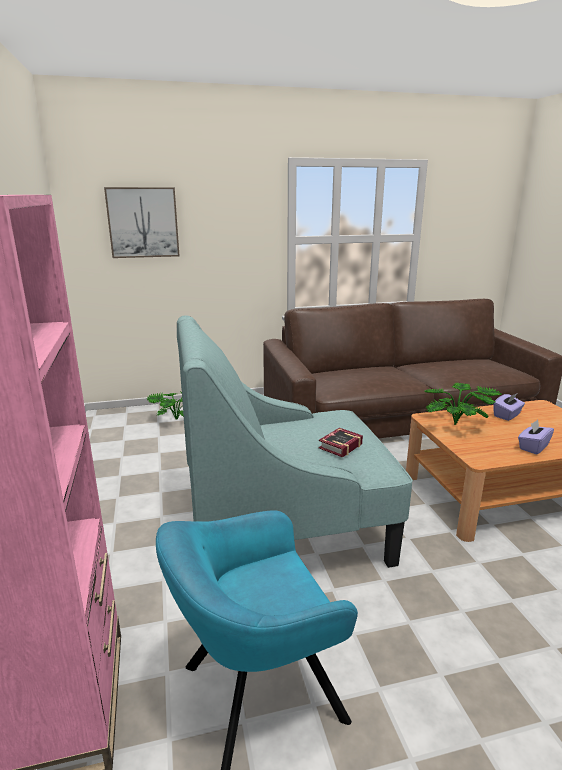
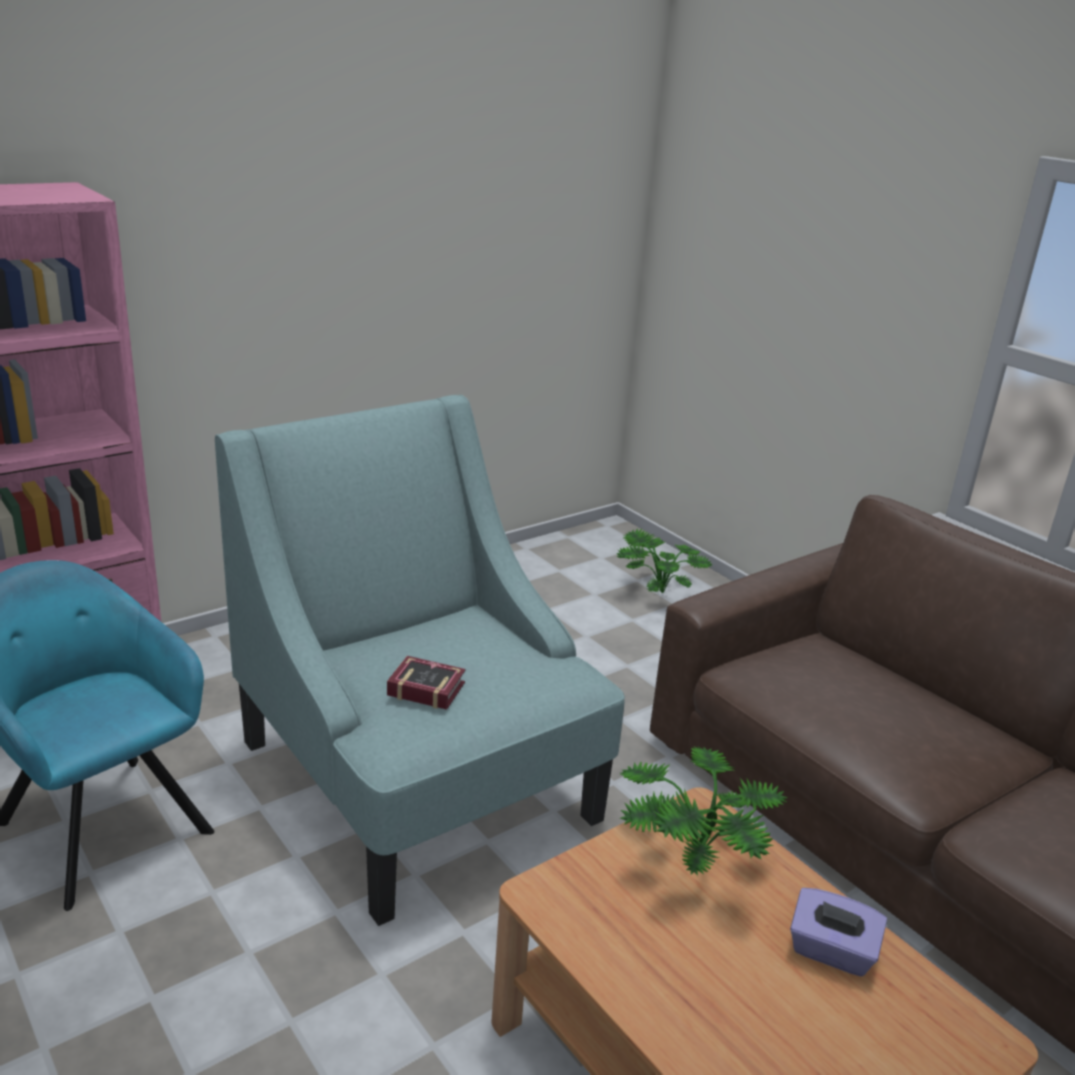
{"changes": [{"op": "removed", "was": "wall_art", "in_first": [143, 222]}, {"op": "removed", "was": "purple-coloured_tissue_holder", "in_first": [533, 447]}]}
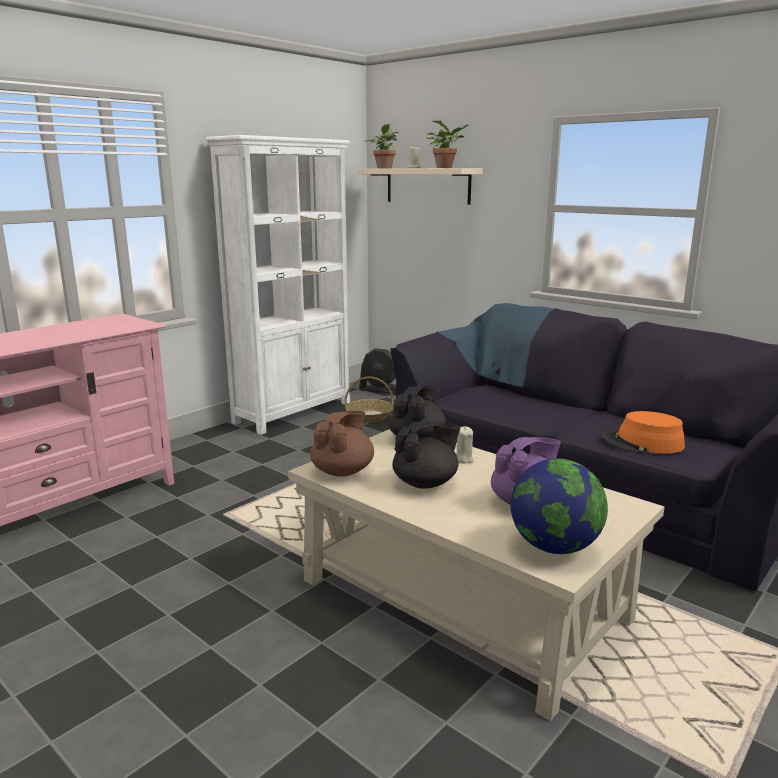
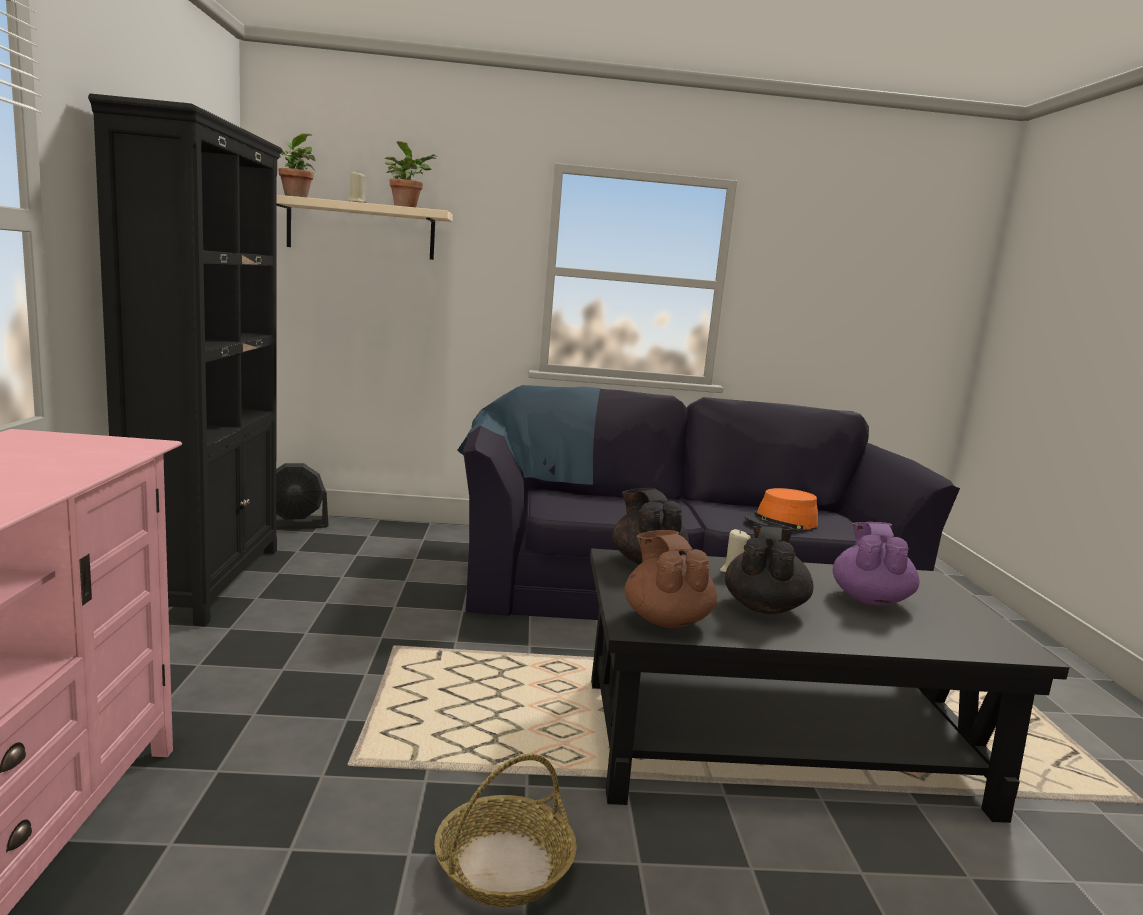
{"changes": [{"op": "recoloured", "was": "white_bookcase", "now": "blackish_bookcase", "in_first": [294, 412], "in_second": [207, 581]}, {"op": "recoloured", "was": "beige-coloured_low_table", "now": "blackish_low_table", "in_first": [463, 599], "in_second": [778, 743]}, {"op": "moved", "was": "basket", "in_first": [369, 416], "in_second": [504, 865]}, {"op": "removed", "was": "world_globe", "in_first": [554, 547]}]}
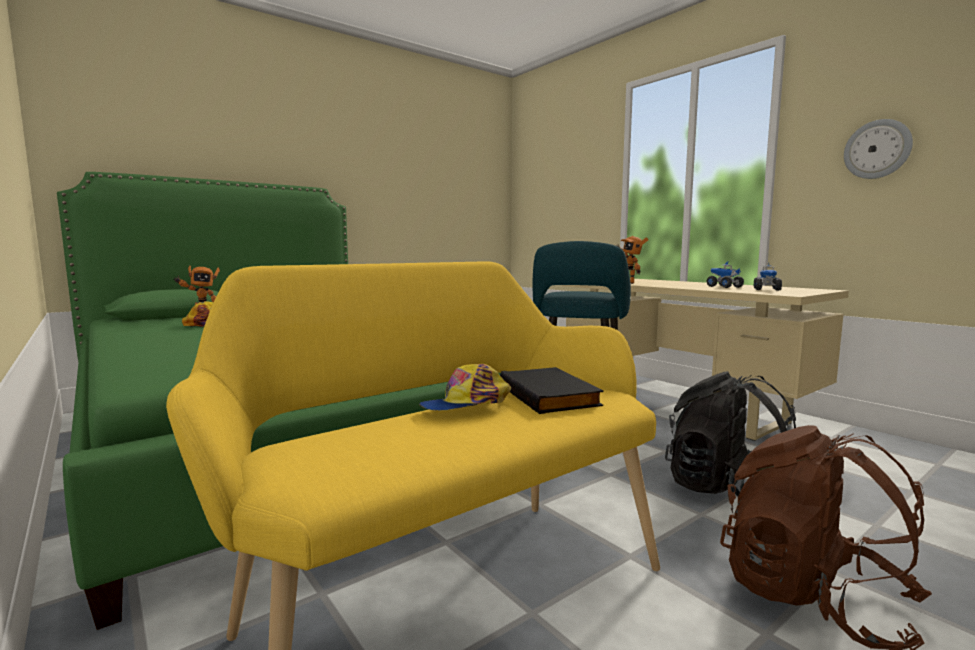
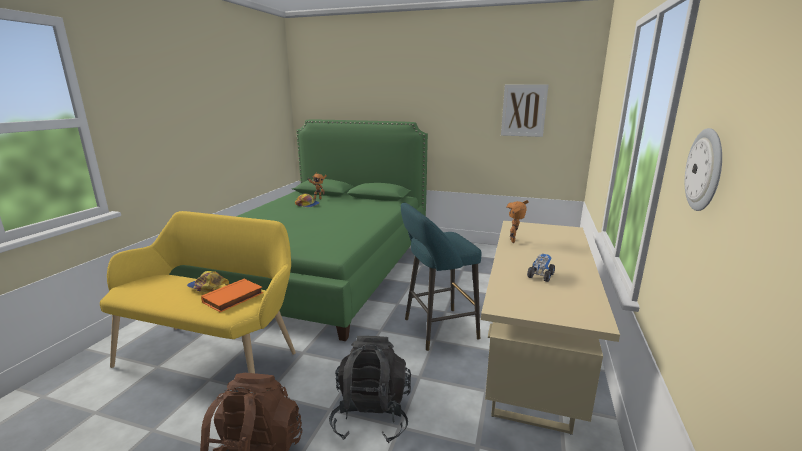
{"changes": [{"op": "recoloured", "was": "blackish_bound_book", "now": "orange_bound_book", "in_first": [550, 395], "in_second": [233, 298]}, {"op": "removed", "was": "toy_truck", "in_first": [767, 289]}, {"op": "added", "now": "wall_art", "in_second": [523, 110]}]}
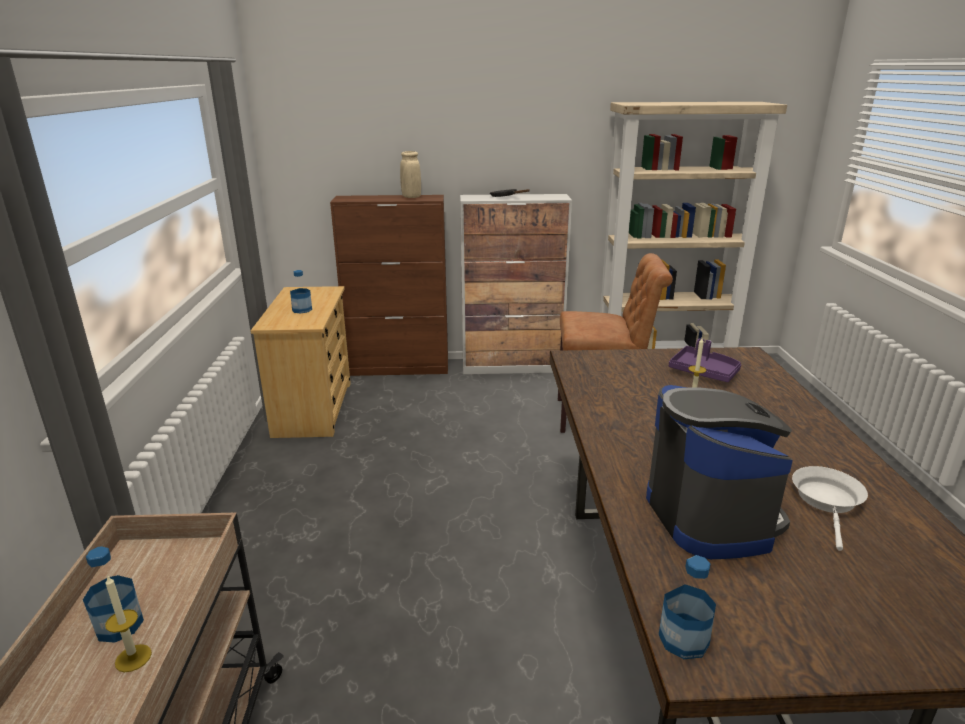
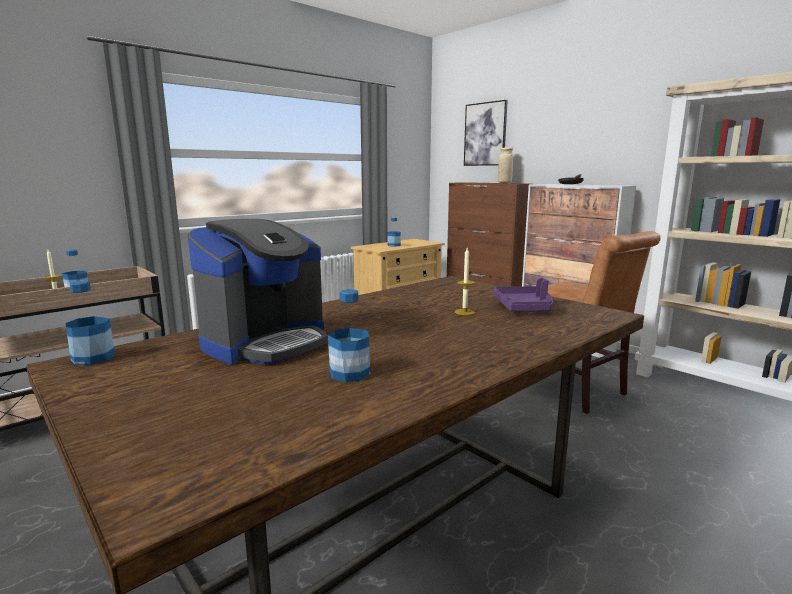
{"changes": [{"op": "replaced", "was": "white_frying_pan", "now": "drink_bottle", "in_first": [827, 501], "in_second": [350, 373]}, {"op": "added", "now": "wall_art", "in_second": [485, 134]}]}
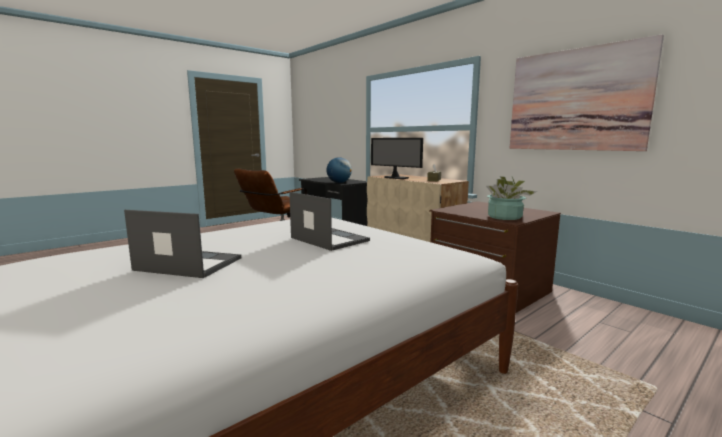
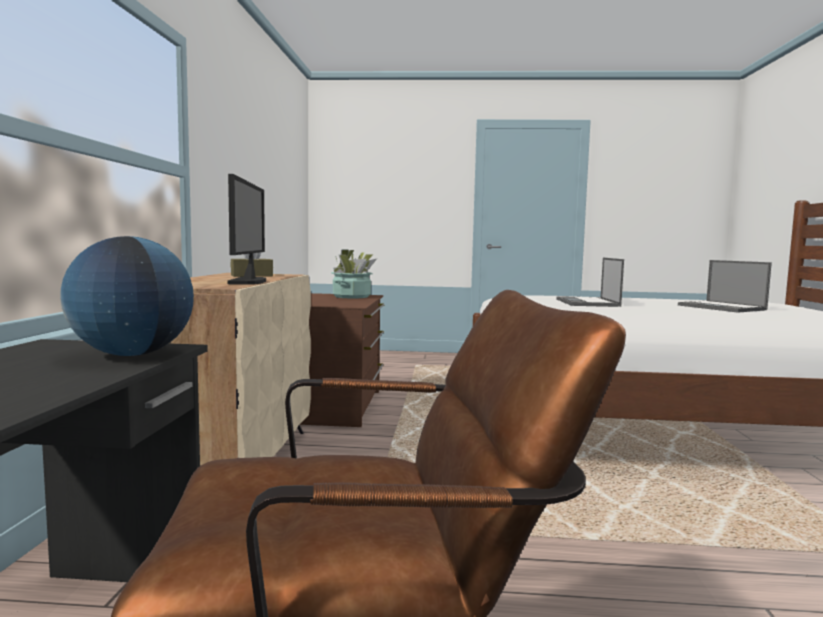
{"changes": [{"op": "removed", "was": "wall_art", "in_first": [576, 100]}]}
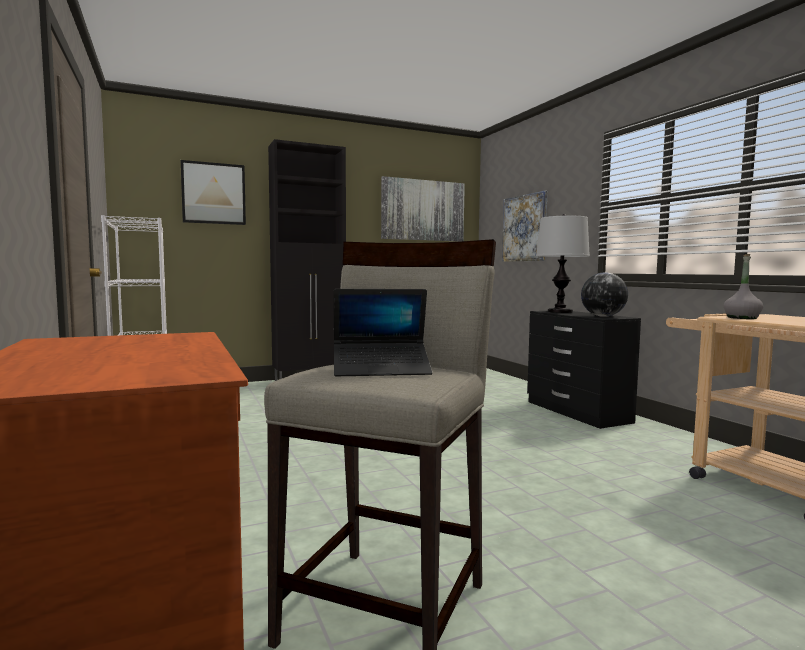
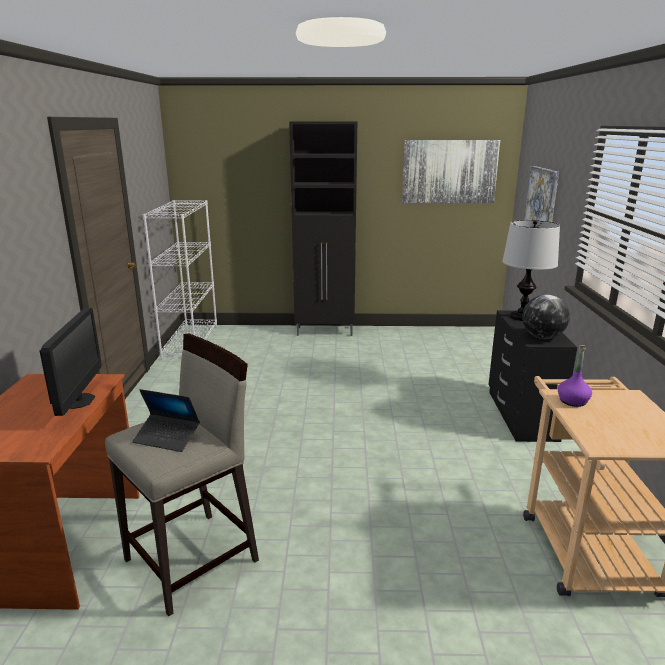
{"changes": [{"op": "removed", "was": "wall_art", "in_first": [213, 193]}, {"op": "recoloured", "was": "gray_drink_bottle", "now": "purple-coloured_drink_bottle", "in_first": [741, 318], "in_second": [572, 401]}, {"op": "added", "now": "computer_screen", "in_second": [79, 401]}]}
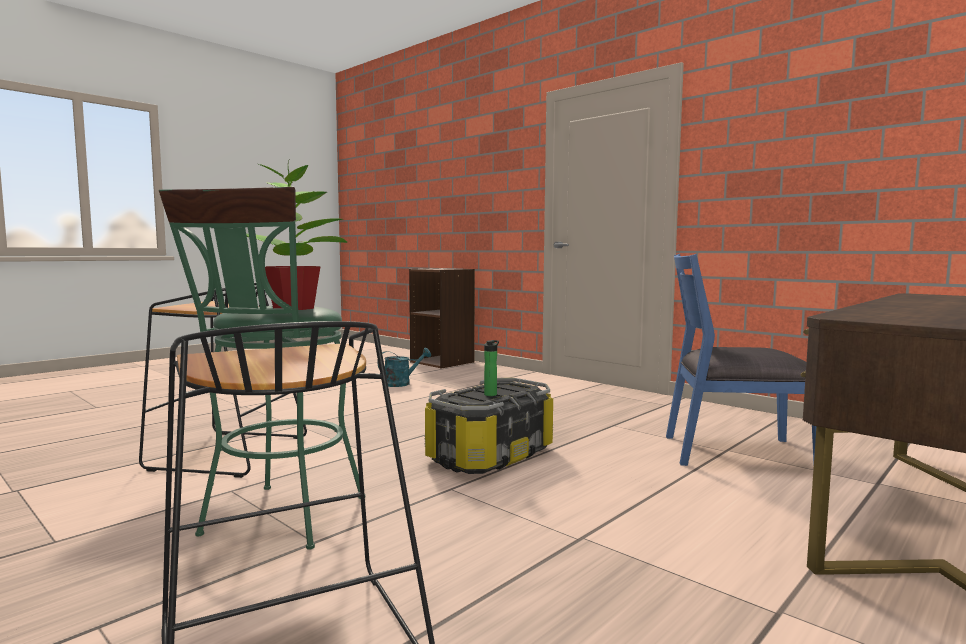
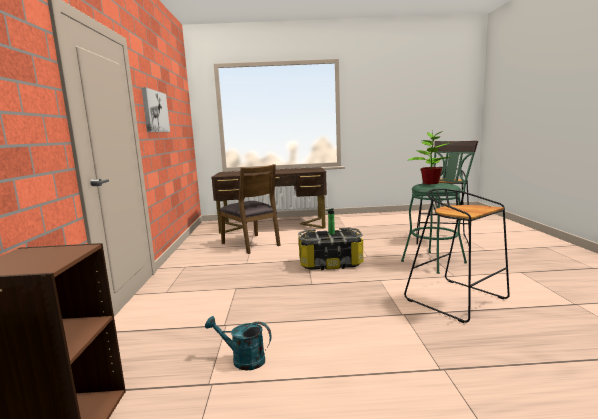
{"changes": [{"op": "recoloured", "was": "bluish_upright_chair", "now": "brown_upright_chair", "in_first": [735, 453], "in_second": [251, 244]}, {"op": "added", "now": "wall_art", "in_second": [155, 111]}]}
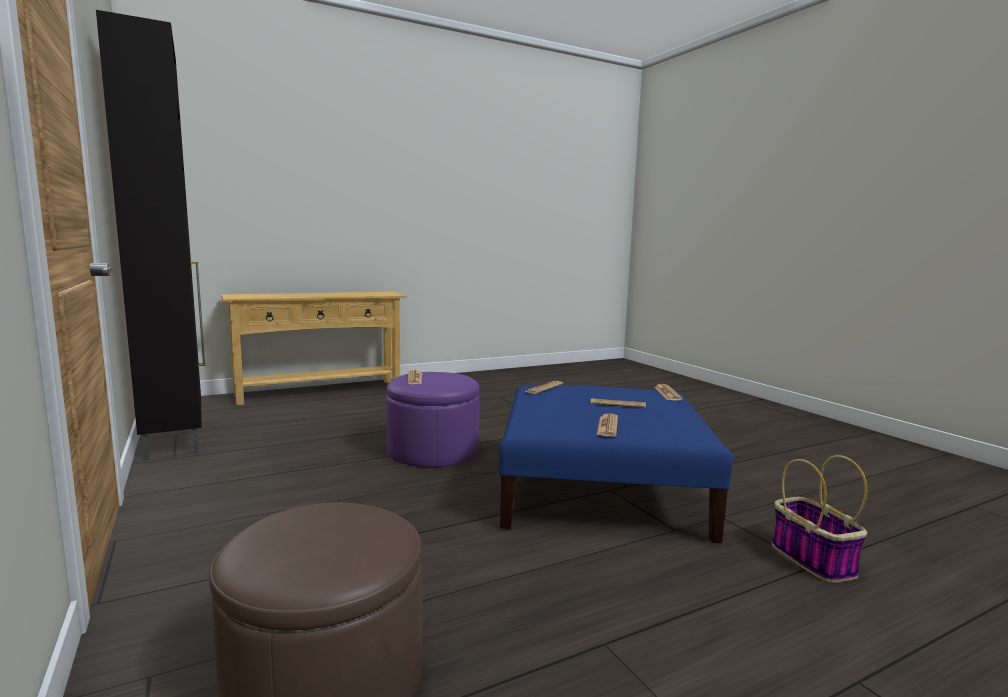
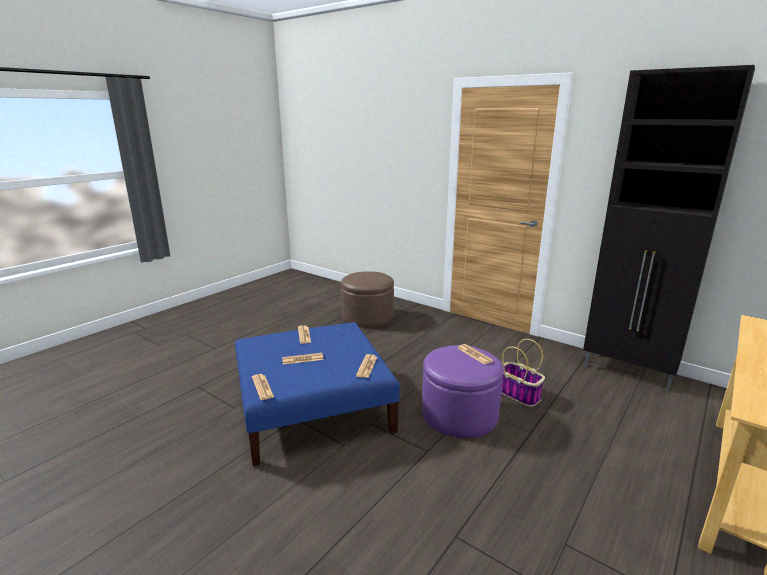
{"changes": [{"op": "moved", "was": "basket", "in_first": [811, 559], "in_second": [519, 394]}]}
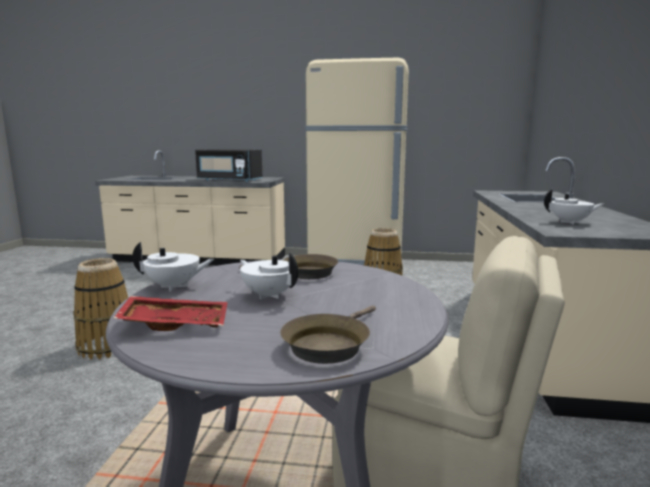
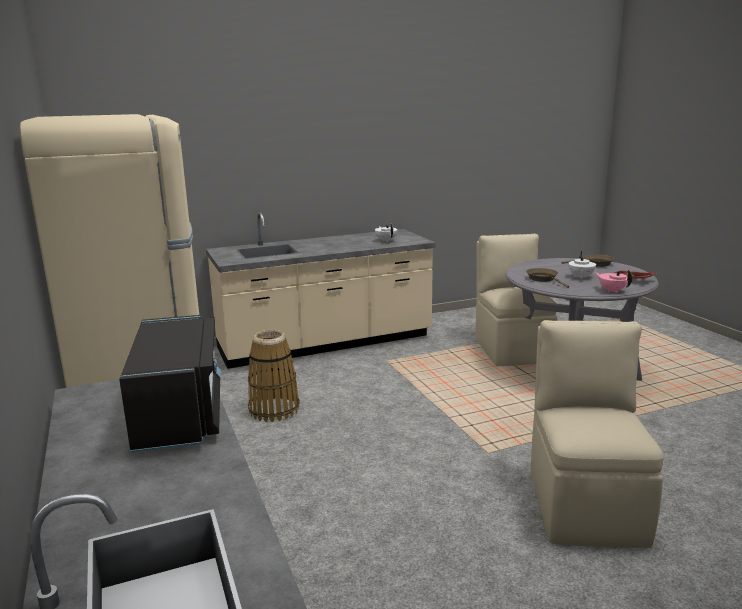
{"changes": [{"op": "replaced", "was": "basket", "now": "beige-coloured_upright_chair", "in_first": [107, 346], "in_second": [585, 504]}, {"op": "recoloured", "was": "white_tea_pot", "now": "pinkish_tea_pot", "in_first": [174, 287], "in_second": [612, 291]}]}
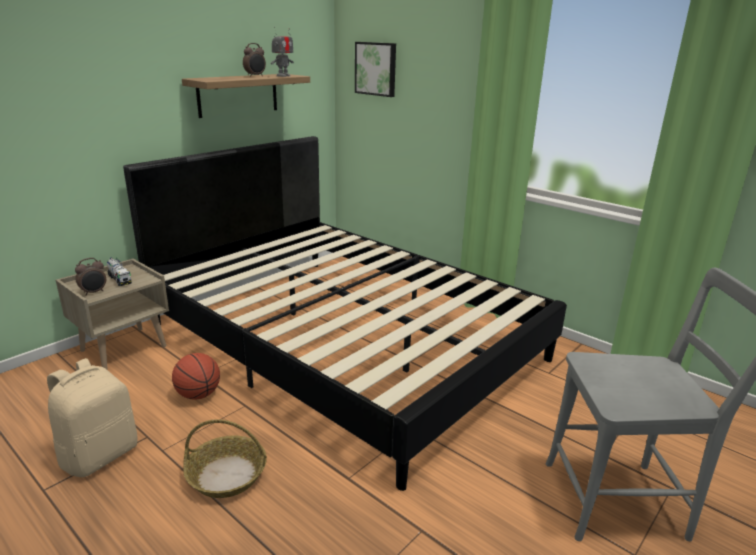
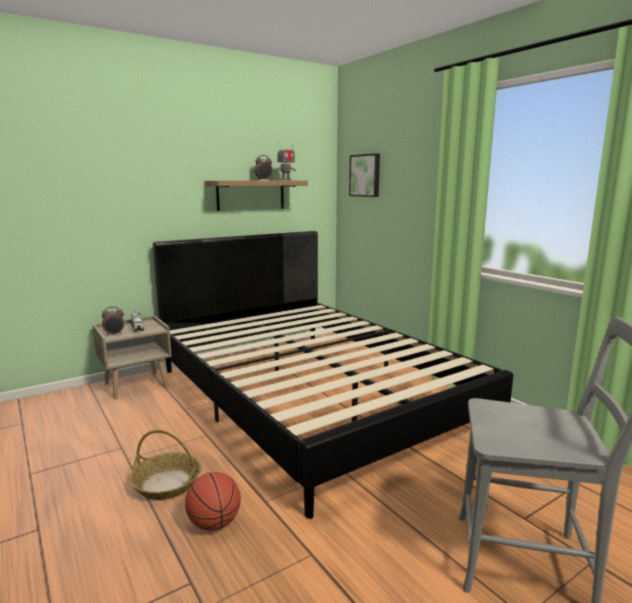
{"changes": [{"op": "removed", "was": "beige-coloured_backpack", "in_first": [100, 454]}, {"op": "moved", "was": "basketball_ball", "in_first": [198, 395], "in_second": [214, 523]}]}
